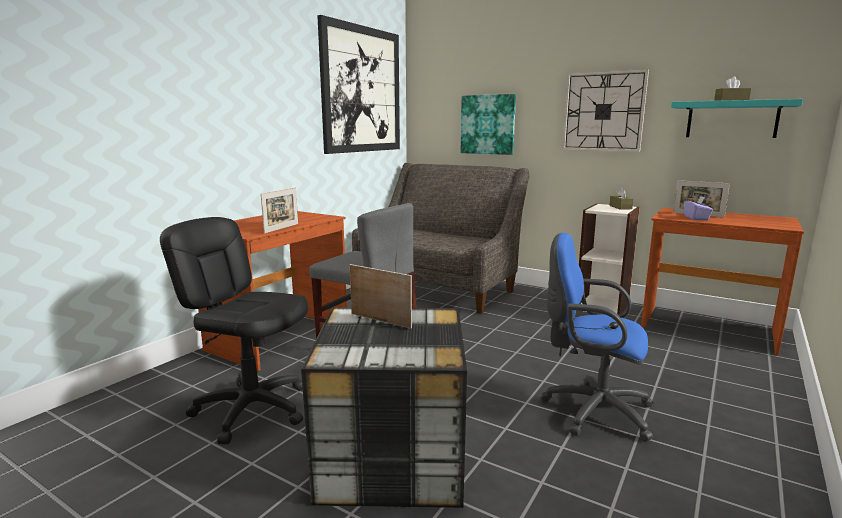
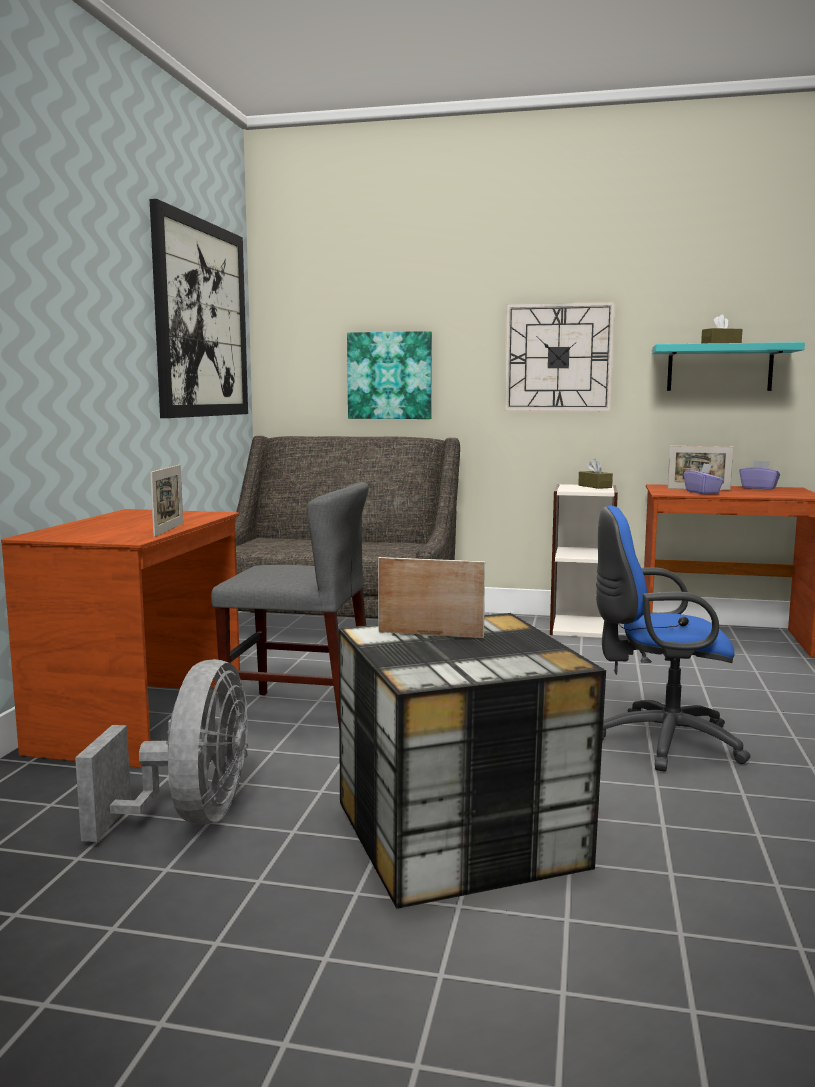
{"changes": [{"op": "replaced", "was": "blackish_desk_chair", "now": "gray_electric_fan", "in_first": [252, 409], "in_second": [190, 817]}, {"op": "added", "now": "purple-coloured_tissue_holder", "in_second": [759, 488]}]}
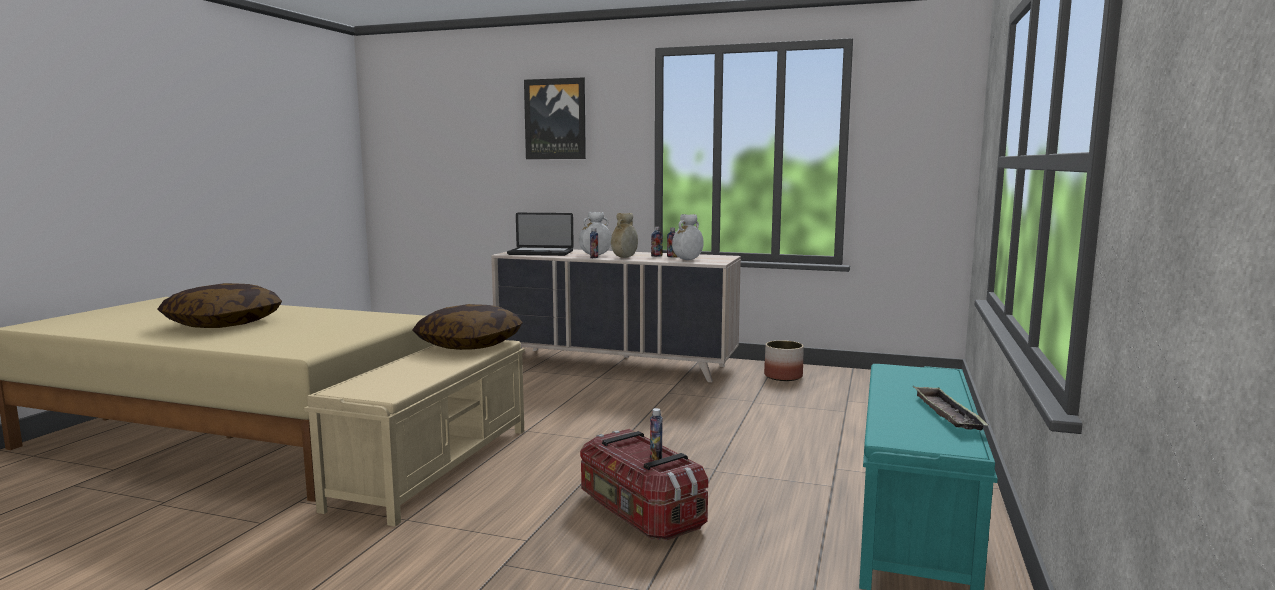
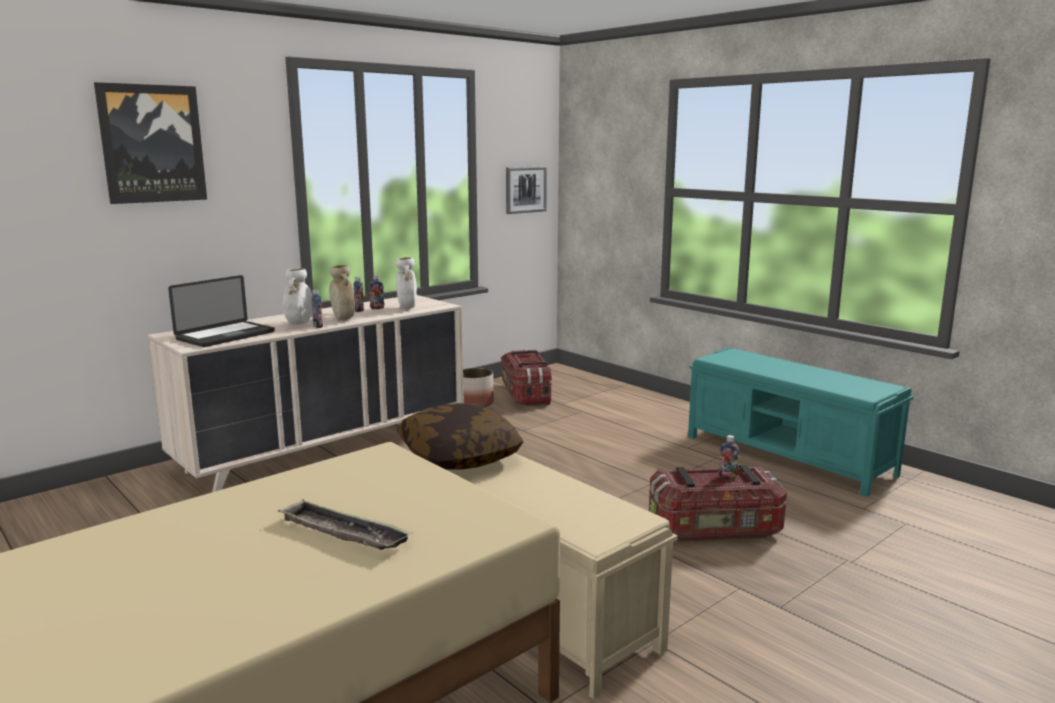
{"changes": [{"op": "removed", "was": "pillow", "in_first": [223, 323]}, {"op": "moved", "was": "carrying_tray", "in_first": [947, 414], "in_second": [343, 533]}, {"op": "added", "now": "storage_box", "in_second": [526, 394]}, {"op": "added", "now": "wall_art", "in_second": [525, 189]}]}
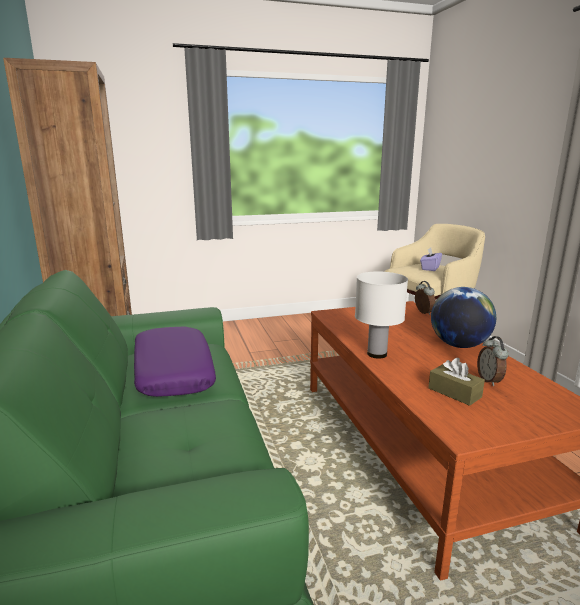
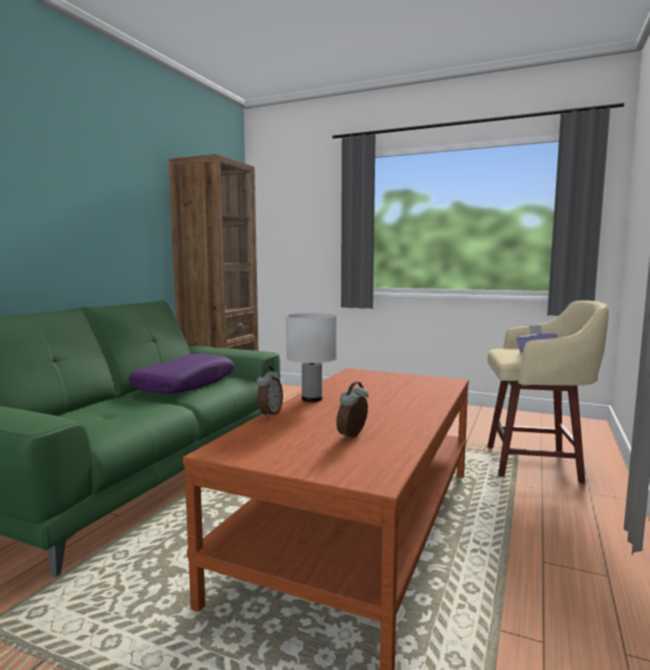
{"changes": [{"op": "moved", "was": "table_clock", "in_first": [423, 313], "in_second": [269, 414]}, {"op": "removed", "was": "brown_tissue_holder", "in_first": [454, 392]}, {"op": "removed", "was": "world_globe", "in_first": [459, 345]}]}
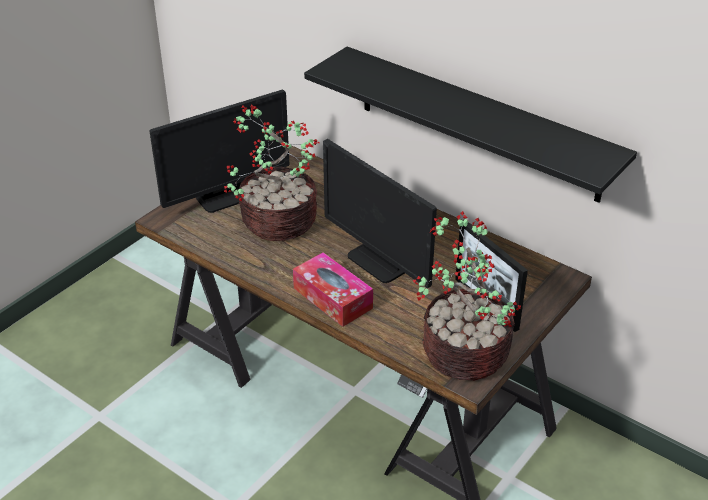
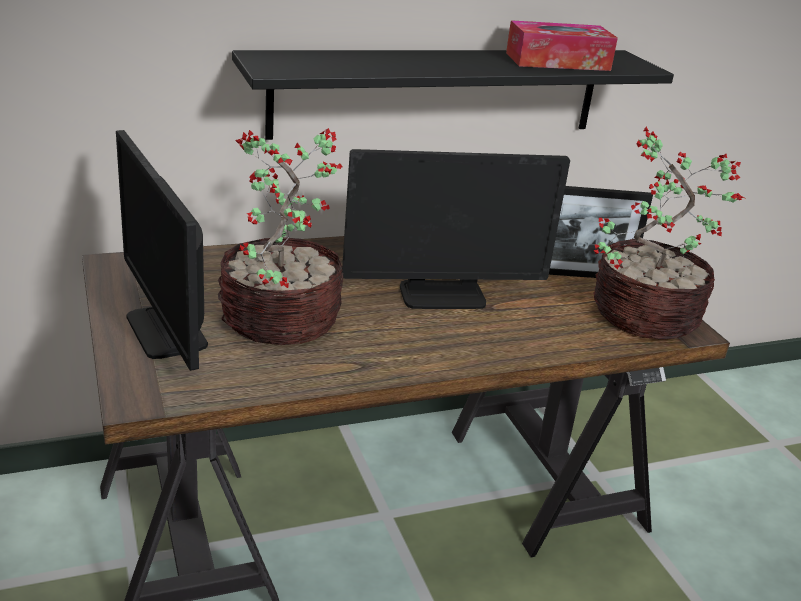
{"changes": [{"op": "turned", "was": "computer_screen", "in_first": [226, 196], "in_second": [167, 331], "clockwise": 150}, {"op": "moved", "was": "tissue_holder", "in_first": [332, 298], "in_second": [557, 61]}]}
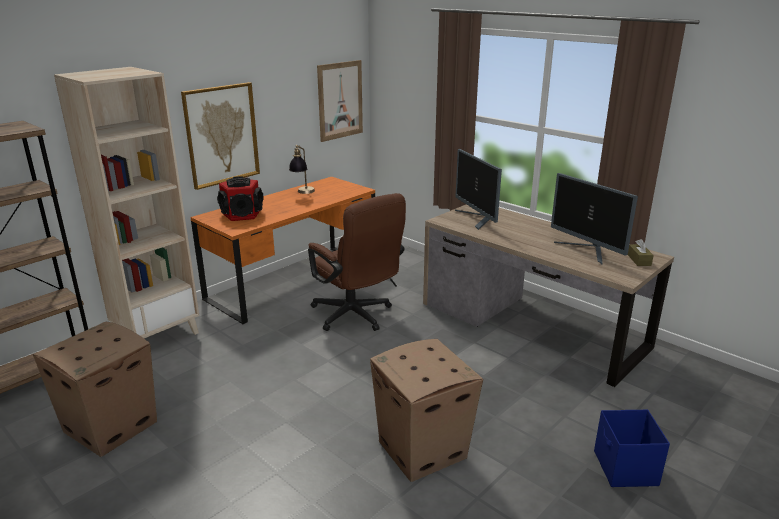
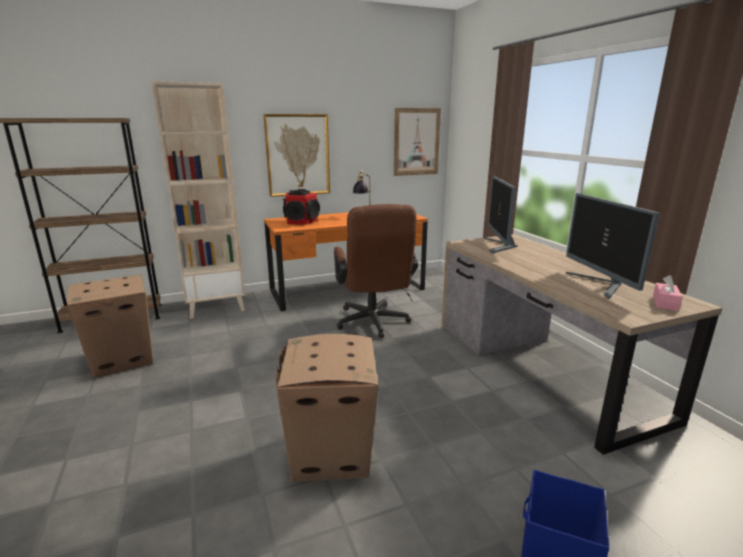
{"changes": [{"op": "recoloured", "was": "brown_tissue_holder", "now": "pinkish_tissue_holder", "in_first": [639, 260], "in_second": [665, 303]}]}
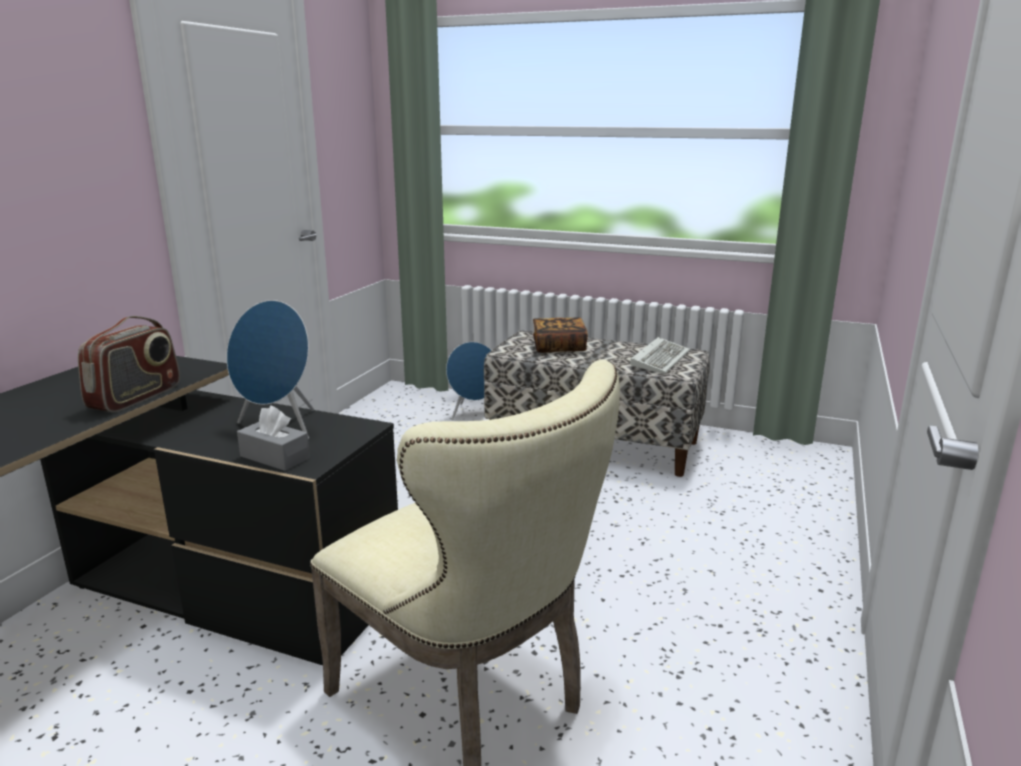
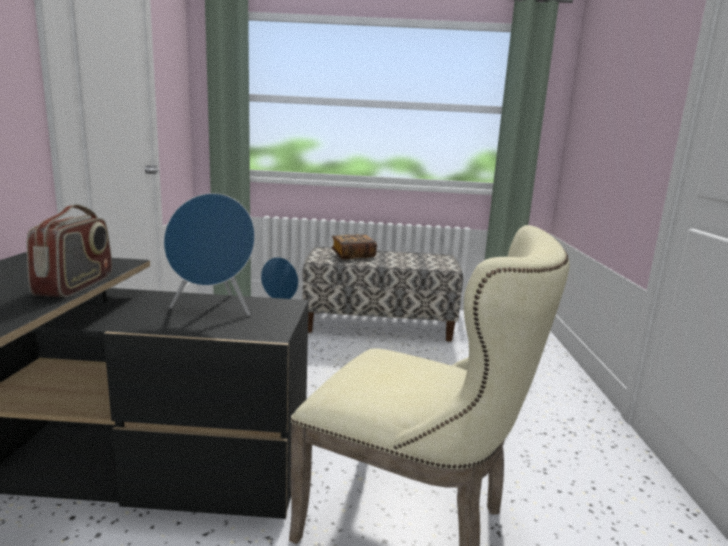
{"changes": [{"op": "removed", "was": "gray_tissue_holder", "in_first": [275, 457]}, {"op": "removed", "was": "PC_keyboard", "in_first": [660, 359]}]}
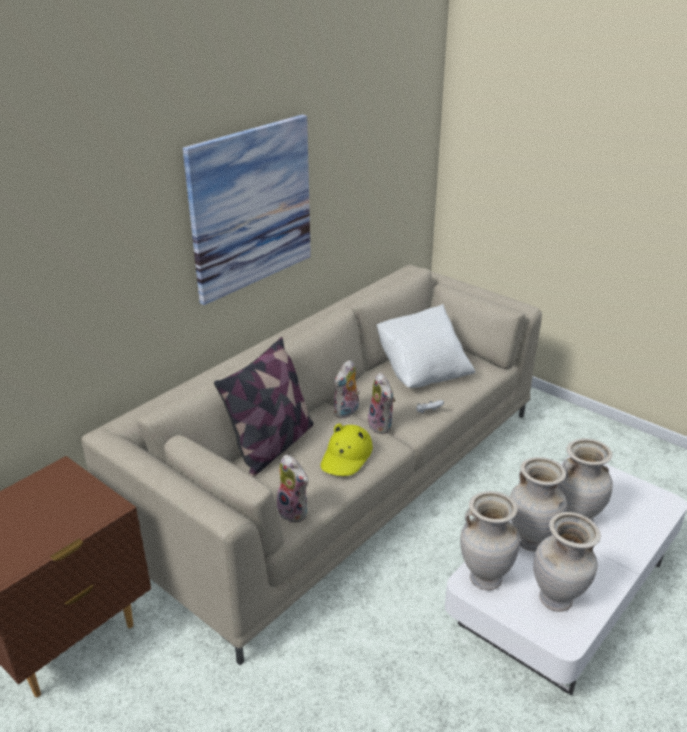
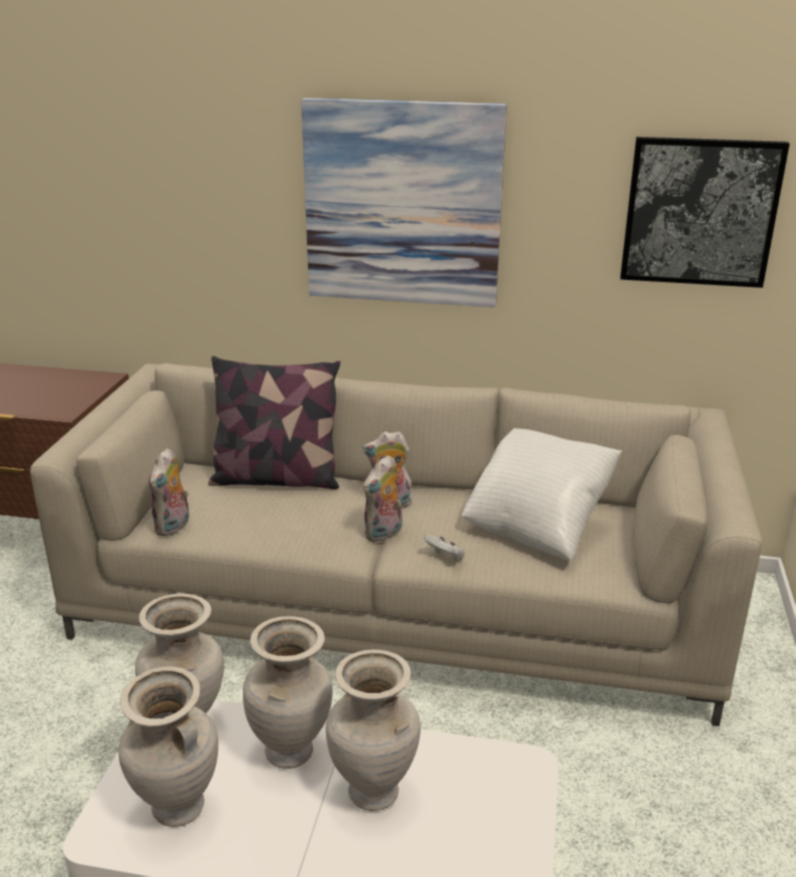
{"changes": [{"op": "removed", "was": "yellow_hat", "in_first": [346, 457]}, {"op": "added", "now": "wall_art", "in_second": [700, 212]}]}
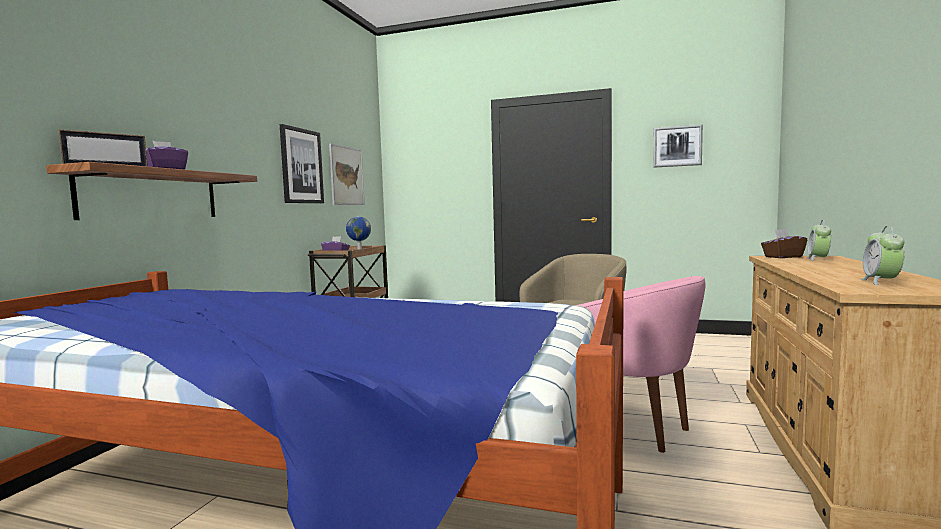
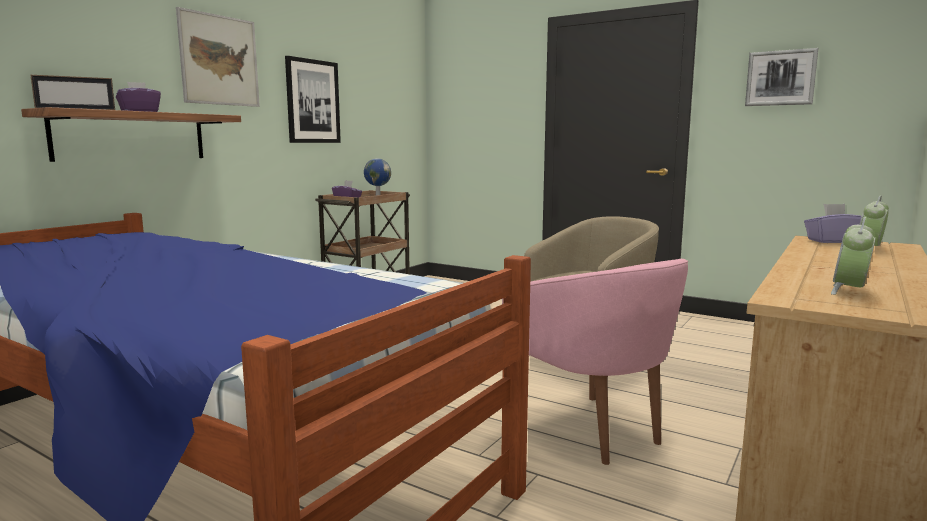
{"changes": [{"op": "moved", "was": "wall_art", "in_first": [347, 176], "in_second": [219, 60]}, {"op": "recoloured", "was": "brown_tissue_holder", "now": "purple-coloured_tissue_holder", "in_first": [783, 257], "in_second": [832, 241]}]}
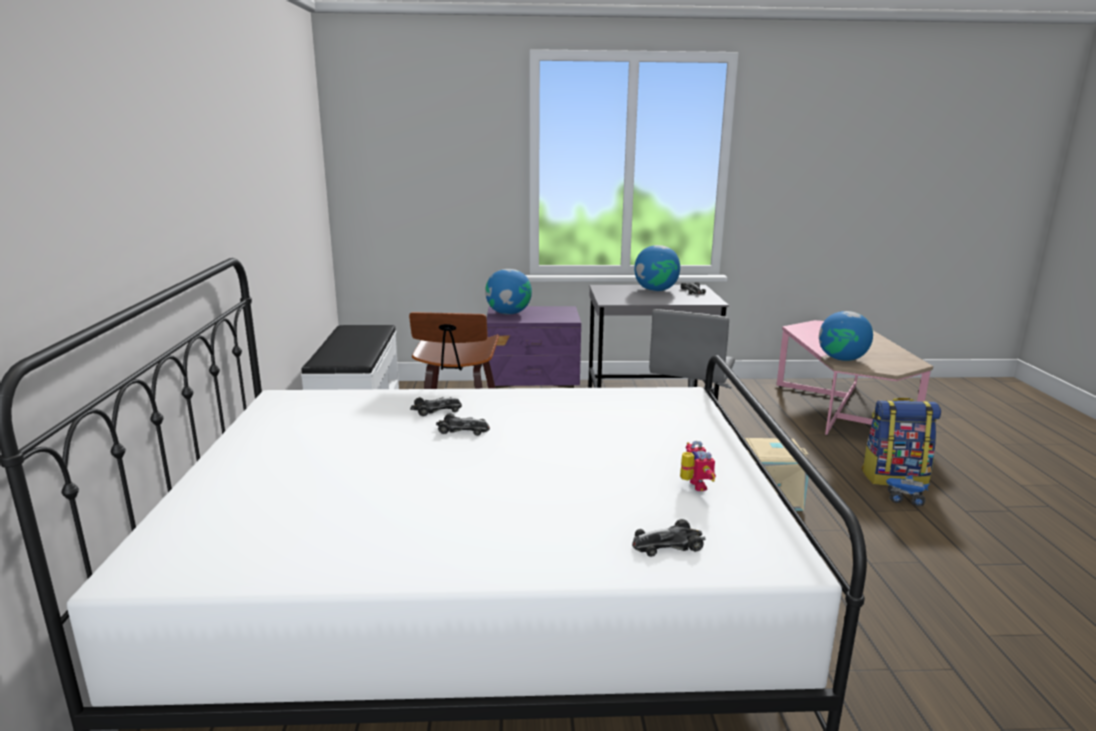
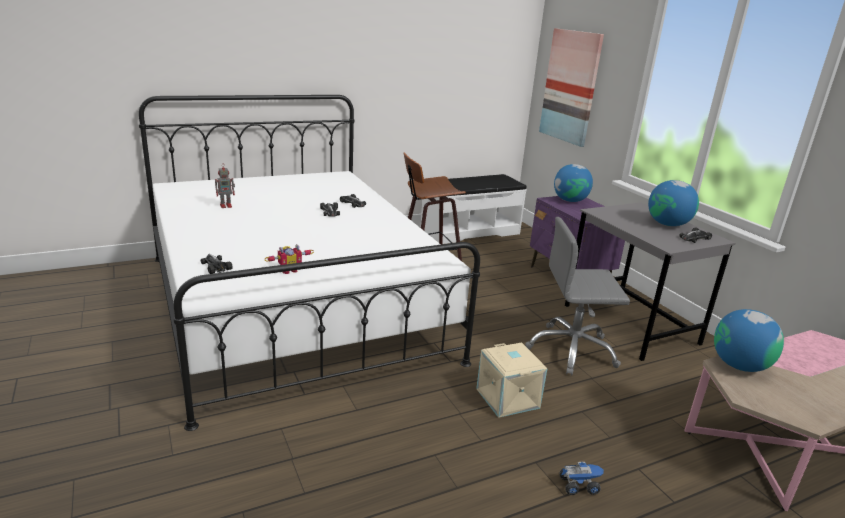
{"changes": [{"op": "removed", "was": "backpack", "in_first": [894, 477]}, {"op": "turned", "was": "toy_truck", "in_first": [904, 500], "in_second": [579, 485], "clockwise": 90}, {"op": "added", "now": "toy_robot", "in_second": [226, 205]}, {"op": "added", "now": "wall_art", "in_second": [570, 86]}]}
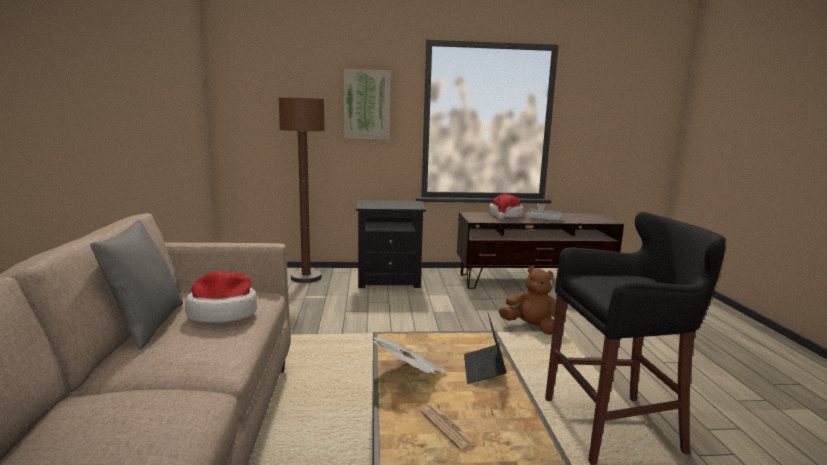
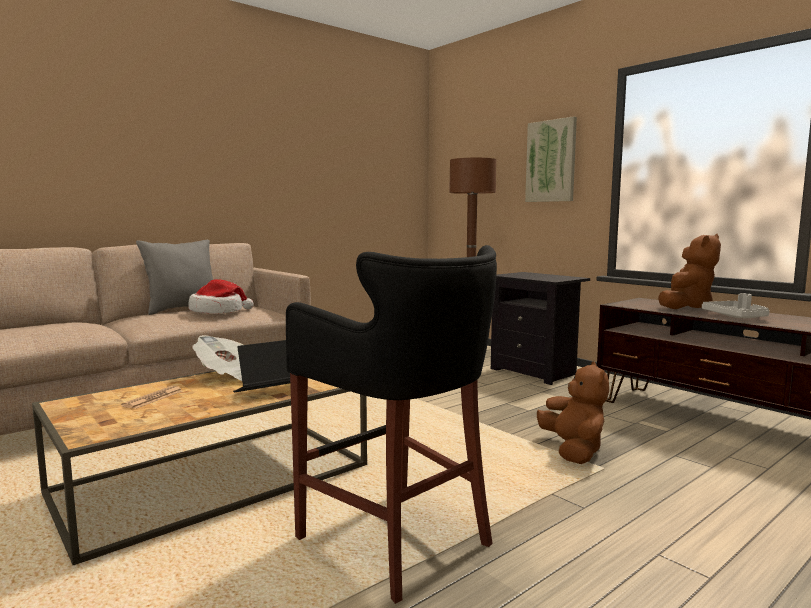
{"changes": [{"op": "replaced", "was": "hat", "now": "brown_plush_toy", "in_first": [505, 216], "in_second": [686, 307]}]}
